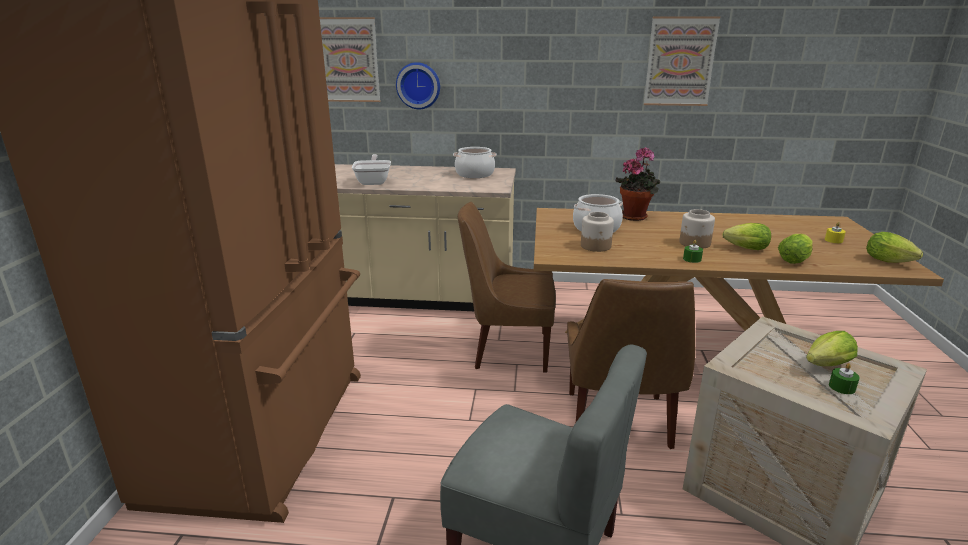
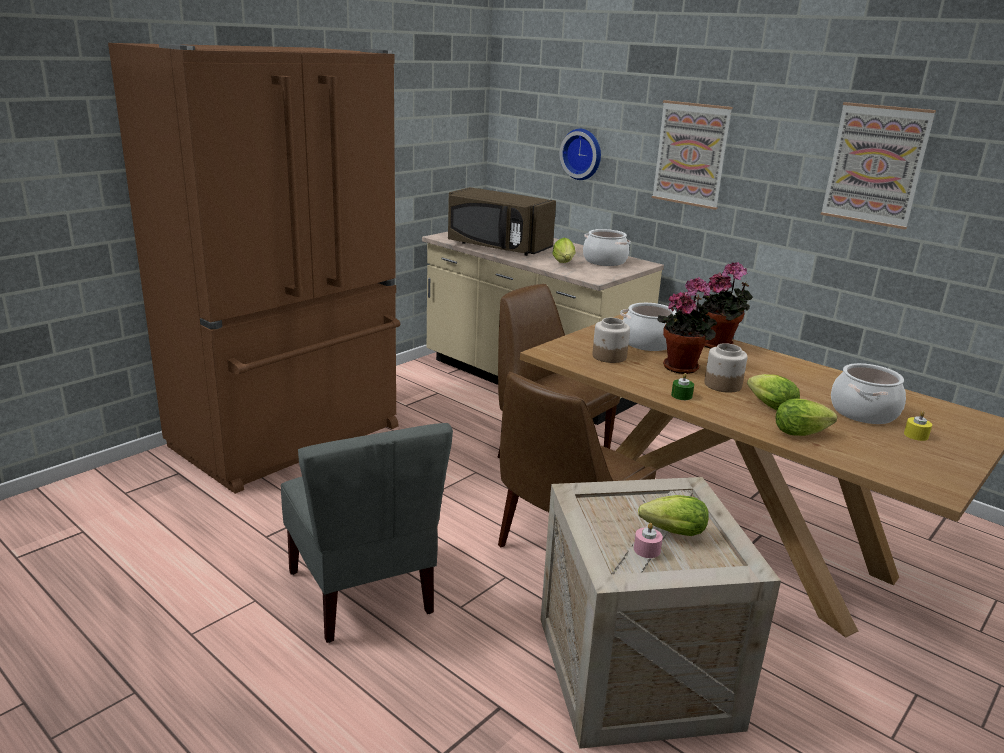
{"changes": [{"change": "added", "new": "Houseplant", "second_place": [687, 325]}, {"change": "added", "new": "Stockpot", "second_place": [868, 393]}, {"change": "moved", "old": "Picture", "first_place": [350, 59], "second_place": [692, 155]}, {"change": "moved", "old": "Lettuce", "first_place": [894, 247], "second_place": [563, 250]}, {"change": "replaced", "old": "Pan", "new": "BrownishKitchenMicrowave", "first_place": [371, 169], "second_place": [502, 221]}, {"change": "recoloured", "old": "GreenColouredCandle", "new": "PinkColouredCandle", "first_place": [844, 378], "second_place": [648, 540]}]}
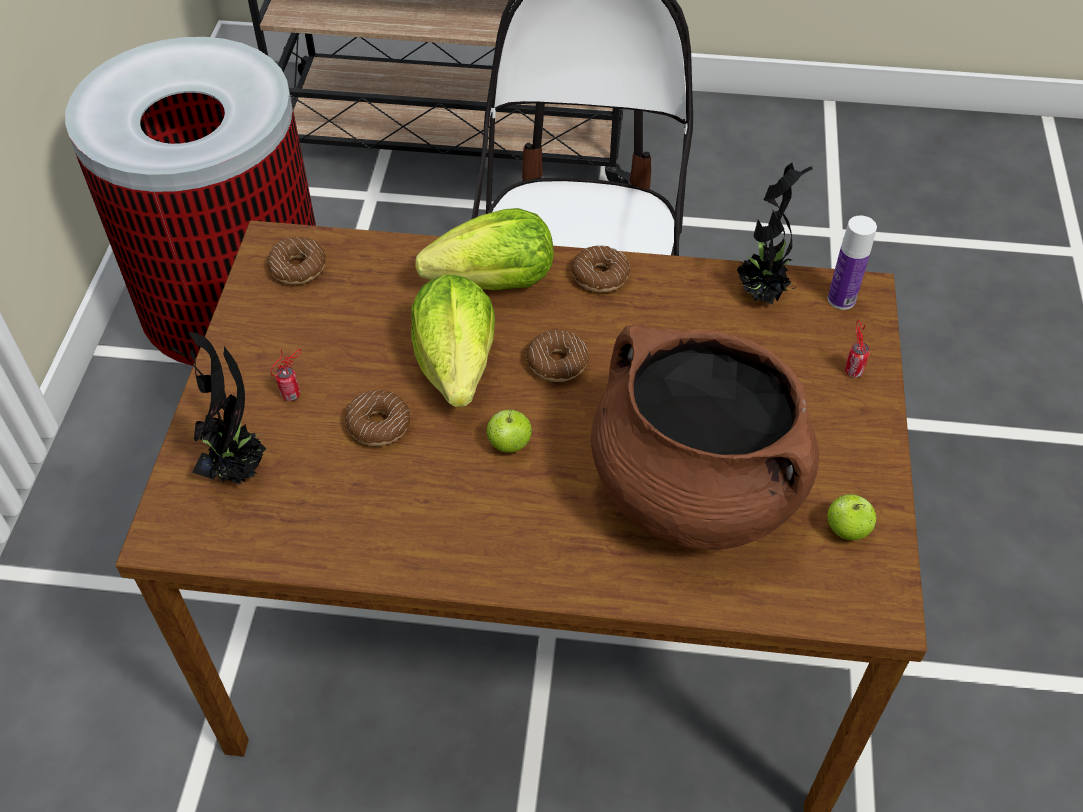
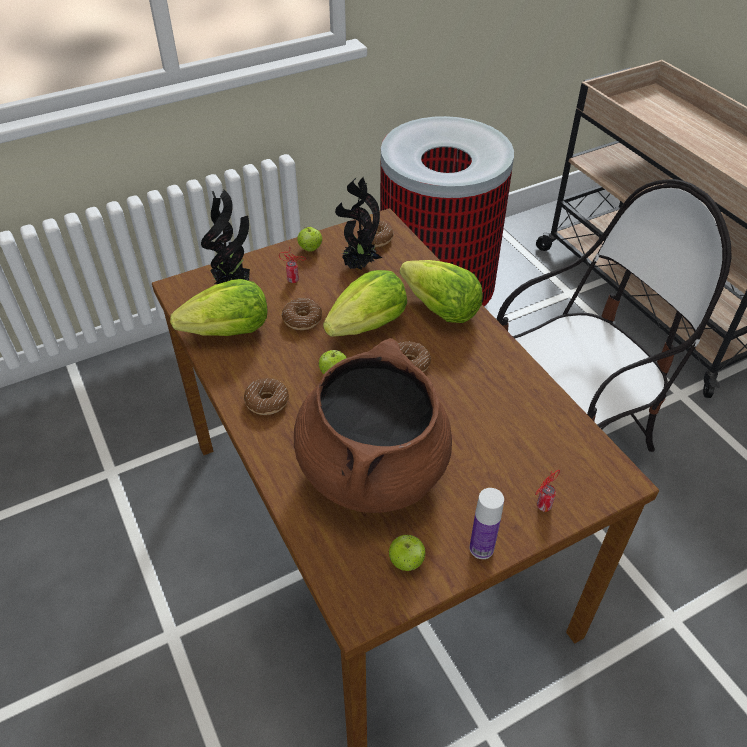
{"changes": [{"change": "added", "new": "Lettuce", "second_place": [218, 307]}, {"change": "added", "new": "Apple", "second_place": [309, 239]}, {"change": "moved", "old": "RingDoughnut", "first_place": [600, 269], "second_place": [266, 396]}, {"change": "moved", "old": "Houseplant", "first_place": [775, 233], "second_place": [358, 223]}, {"change": "moved", "old": "DrinkBottle", "first_place": [852, 263], "second_place": [486, 523]}]}
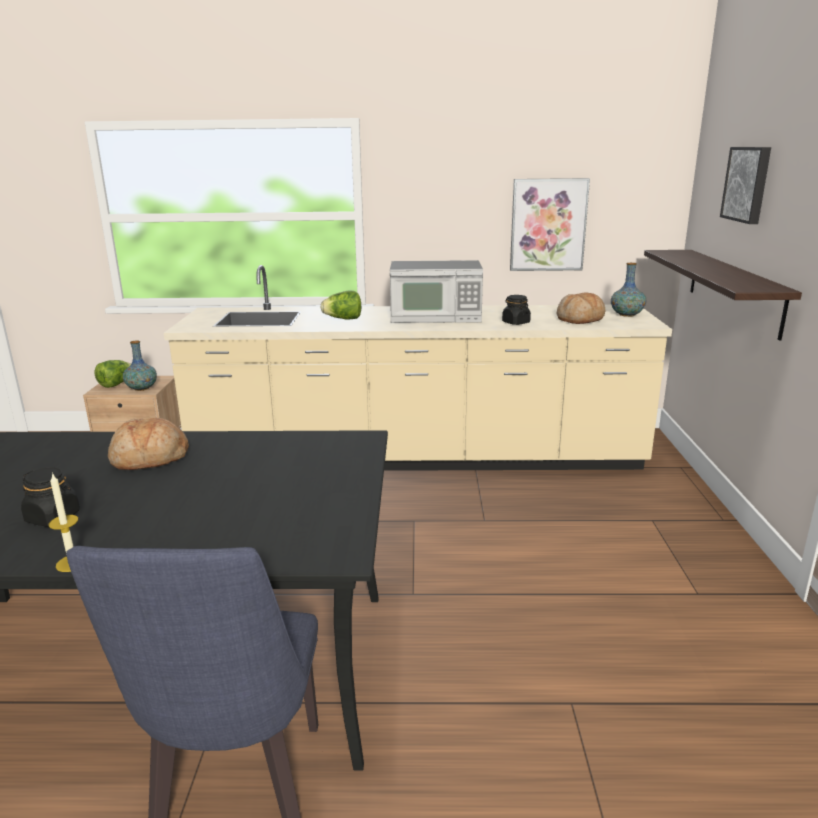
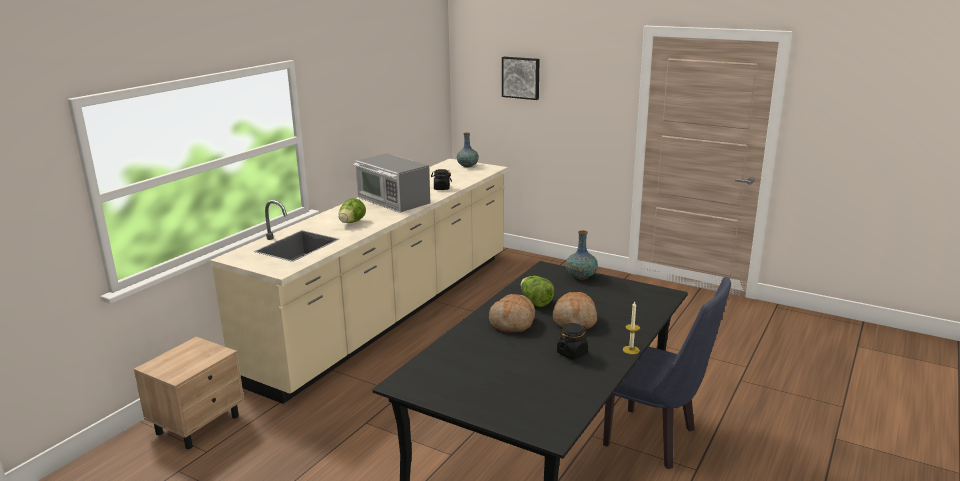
{"changes": [{"change": "removed", "old": "Picture", "first_place": [550, 224]}, {"change": "removed", "old": "Shelf", "first_place": [723, 295]}, {"change": "moved", "old": "Lettuce", "first_place": [112, 374], "second_place": [538, 291]}, {"change": "moved", "old": "DecorativeVase", "first_place": [140, 366], "second_place": [582, 255]}, {"change": "moved", "old": "Bread", "first_place": [580, 308], "second_place": [575, 310]}, {"change": "turned", "old": "KitchenMicrowave", "first_place": [436, 291], "second_place": [391, 183], "degrees": 105}]}
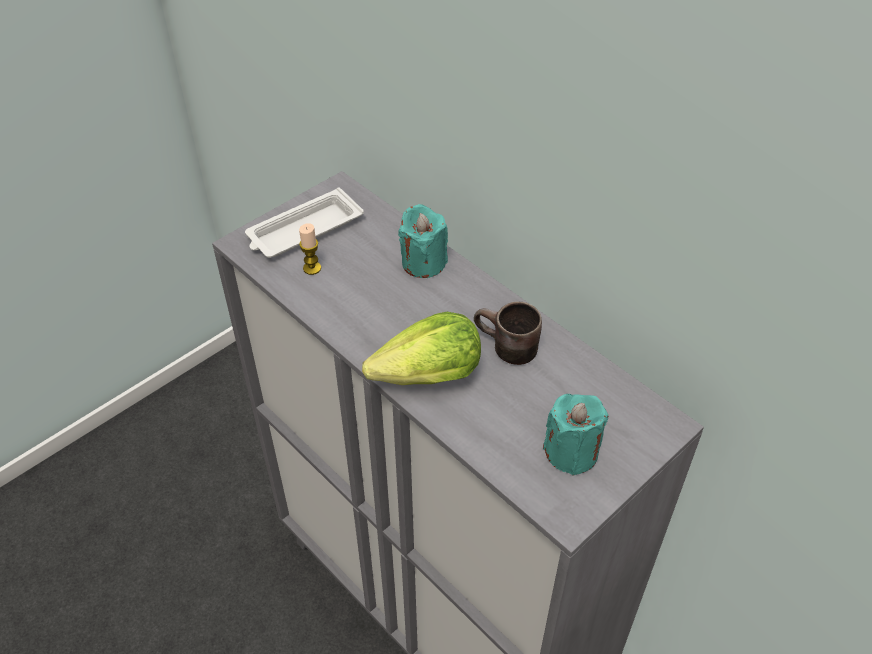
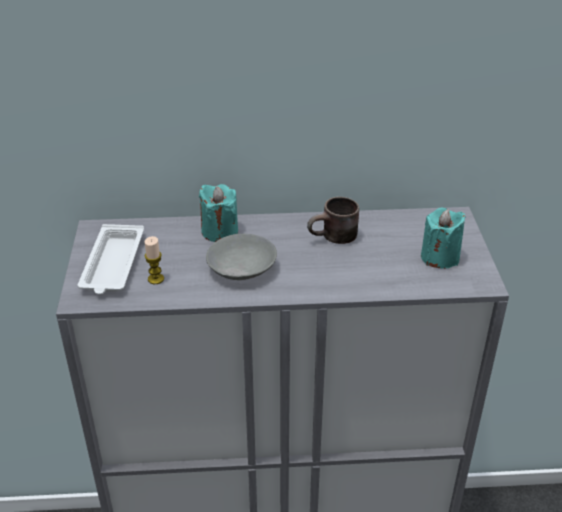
{"changes": [{"change": "removed", "old": "Lettuce", "first_place": [421, 348]}, {"change": "added", "new": "GreyDeepDish", "second_place": [241, 257]}]}
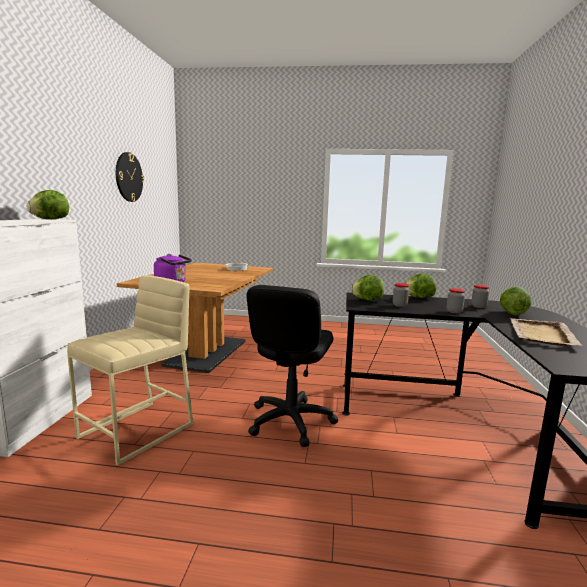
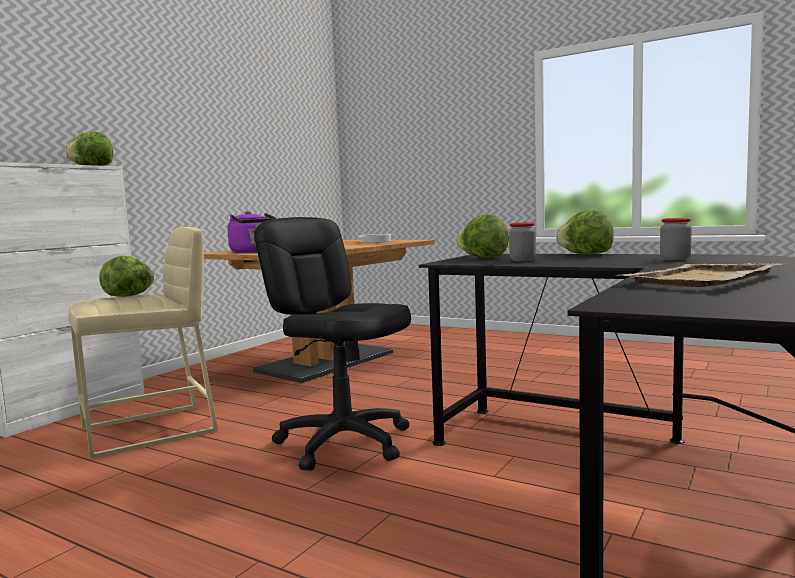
{"changes": [{"change": "removed", "old": "WallClock", "first_place": [130, 177]}, {"change": "removed", "old": "Jar", "first_place": [456, 300]}, {"change": "moved", "old": "Lettuce", "first_place": [516, 300], "second_place": [126, 276]}, {"change": "turned", "old": "BlackDeskChair", "first_place": [292, 366], "second_place": [332, 344], "degrees": 90}]}
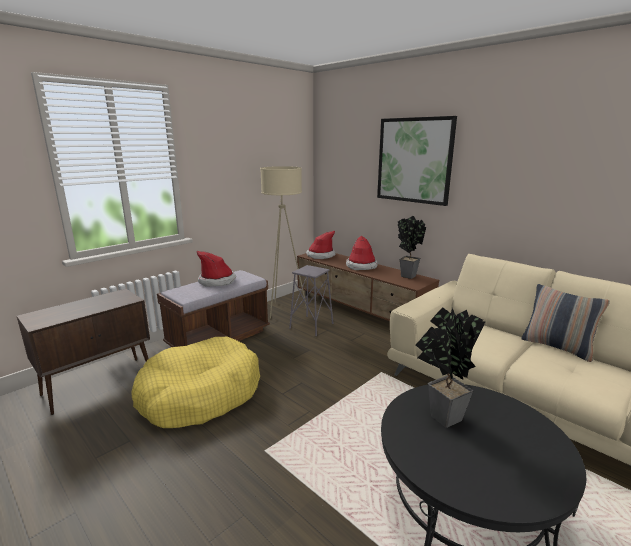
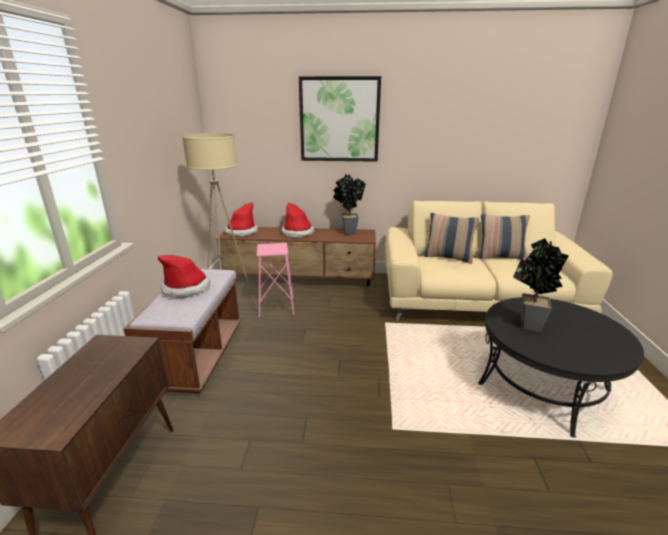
{"changes": [{"change": "removed", "old": "YellowishDogBed", "first_place": [195, 382]}, {"change": "added", "new": "ThrowPillow", "second_place": [451, 238]}, {"change": "recoloured", "old": "GreySittingStool", "new": "PinkColouredSittingStool", "first_place": [311, 300], "second_place": [275, 280]}]}
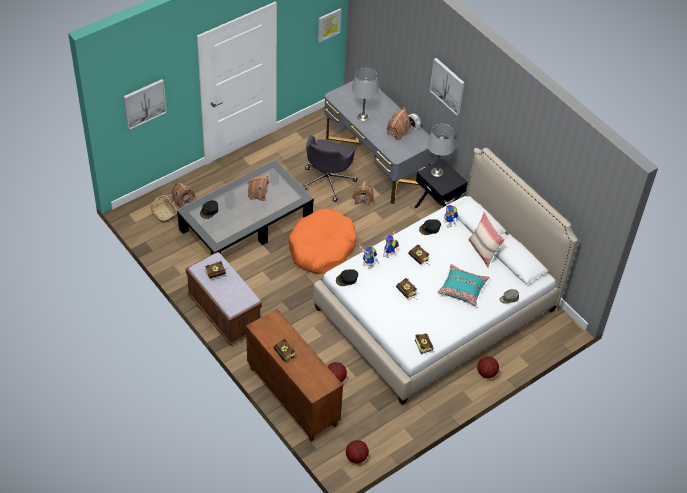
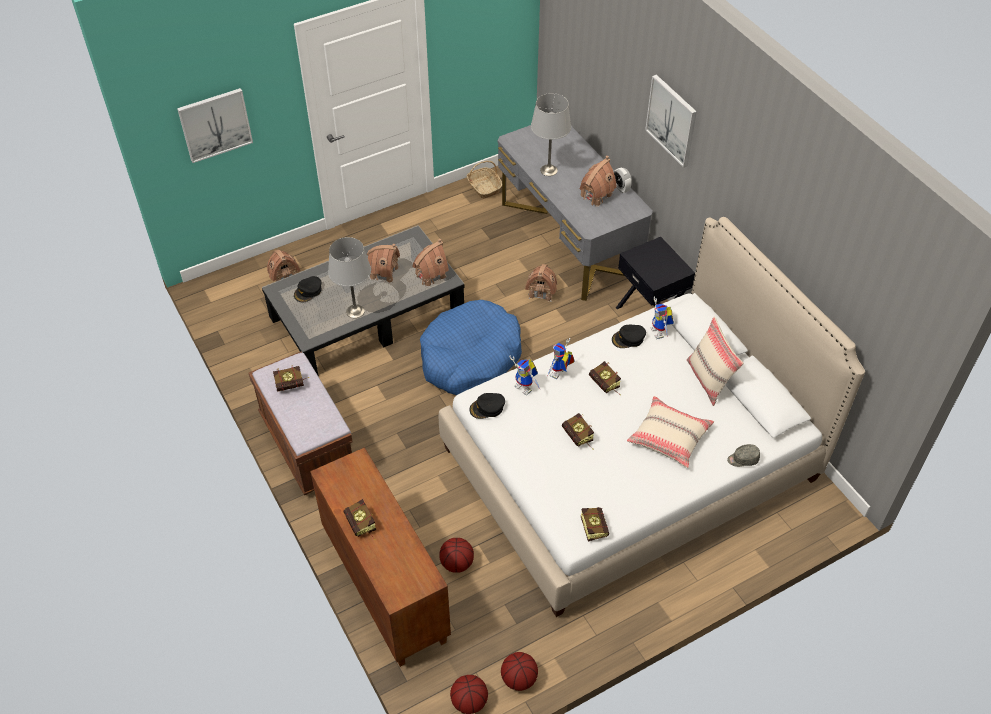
{"changes": [{"change": "removed", "old": "GreyDeskChair", "first_place": [330, 168]}, {"change": "removed", "old": "Picture", "first_place": [330, 25]}, {"change": "added", "new": "MiniatureHouse", "second_place": [431, 263]}, {"change": "moved", "old": "StorageBasket", "first_place": [163, 209], "second_place": [484, 180]}, {"change": "moved", "old": "GreyTabletopLamp", "first_place": [441, 150], "second_place": [349, 277]}, {"change": "moved", "old": "BallForBasketball", "first_place": [488, 367], "second_place": [519, 671]}, {"change": "recoloured", "old": "OrangeDogBed", "new": "BlueDogBed", "first_place": [322, 241], "second_place": [471, 347]}, {"change": "recoloured", "old": "BlueGreenThrowPillow", "new": "BeigeThrowPillow", "first_place": [463, 285], "second_place": [670, 432]}]}
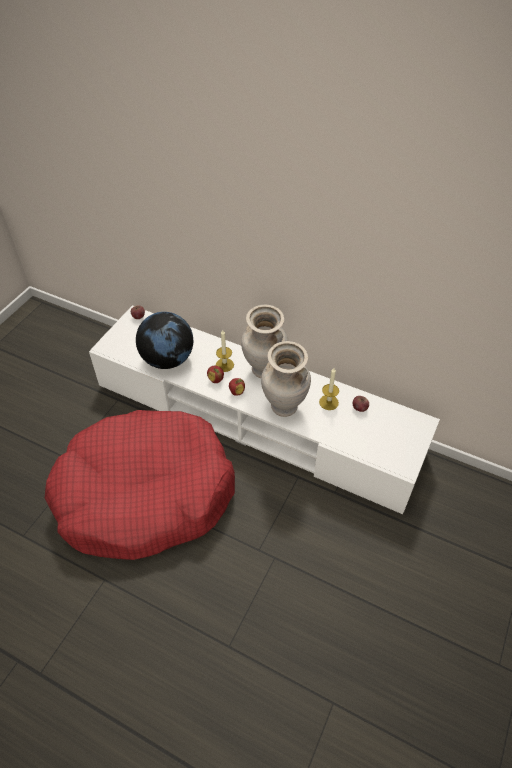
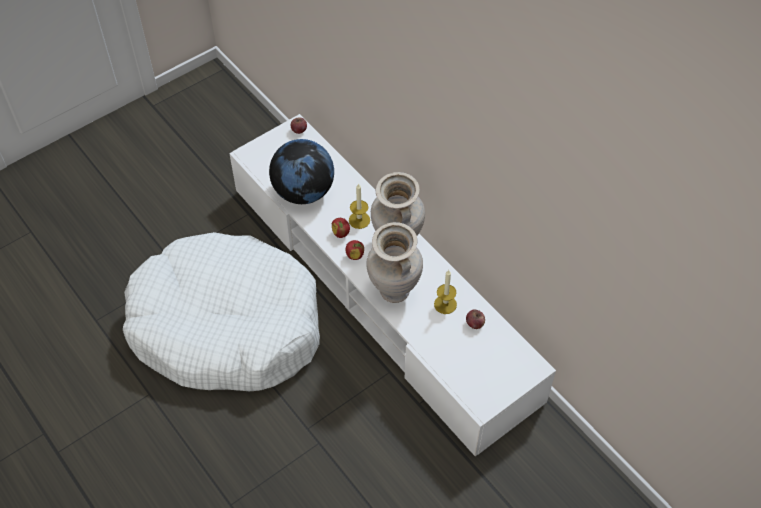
{"changes": [{"change": "recoloured", "old": "RedDogBed", "new": "WhiteDogBed", "first_place": [140, 485], "second_place": [221, 311]}]}
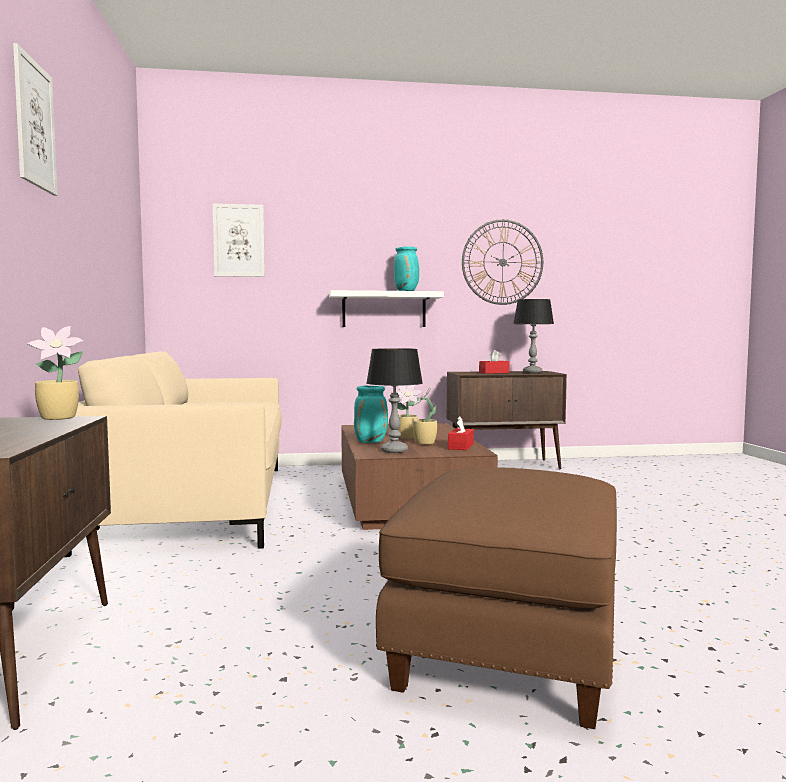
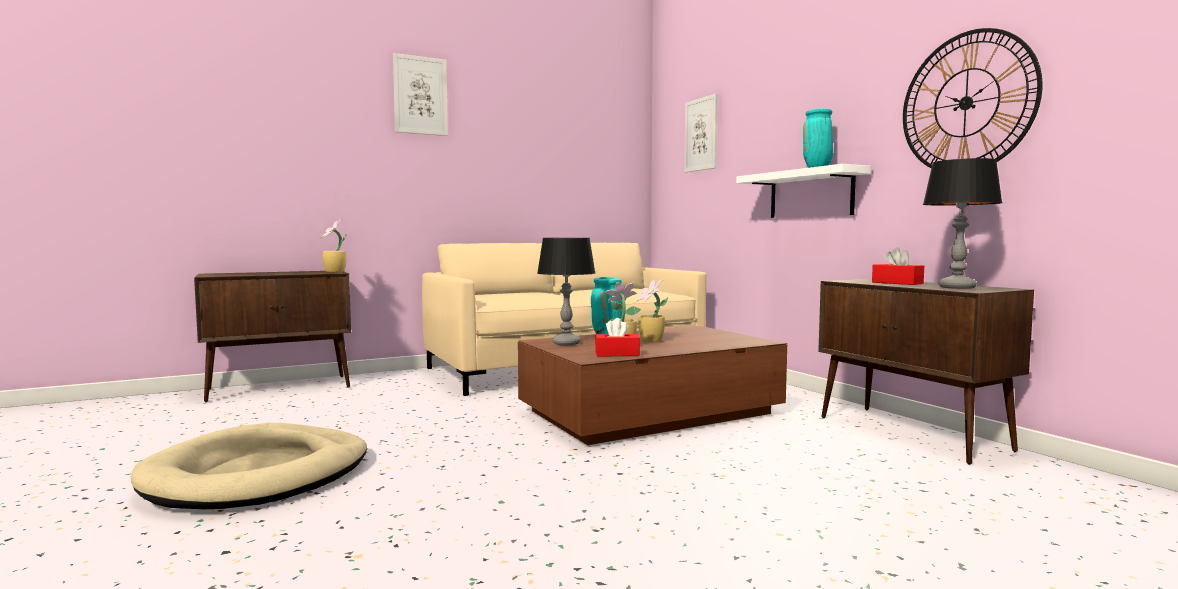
{"changes": [{"change": "replaced", "old": "BrownishFootrest", "new": "BeigeDogBed", "first_place": [496, 598], "second_place": [249, 466]}]}
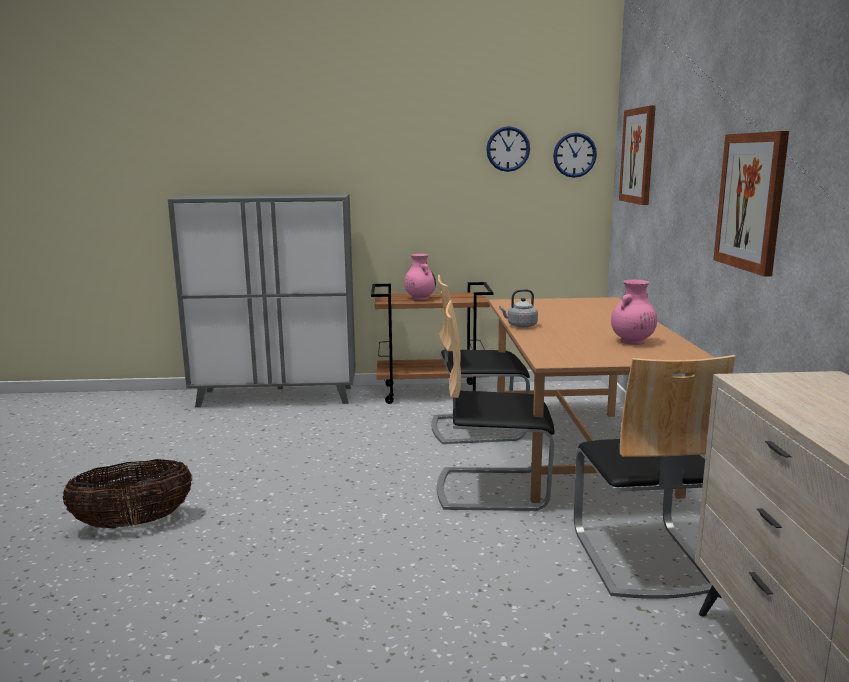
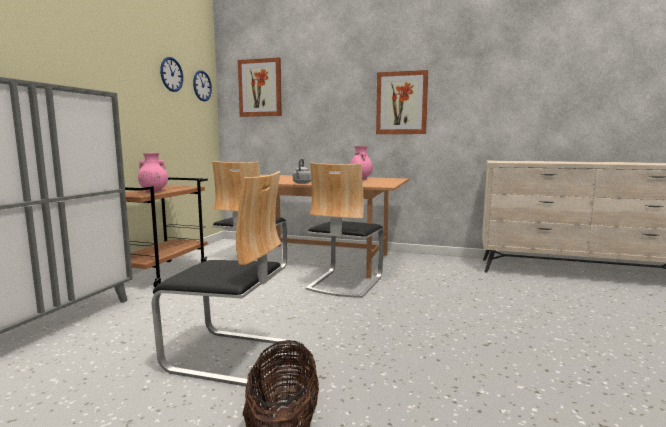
{"changes": [{"change": "moved", "old": "PlainChair", "first_place": [655, 477], "second_place": [221, 279]}]}
